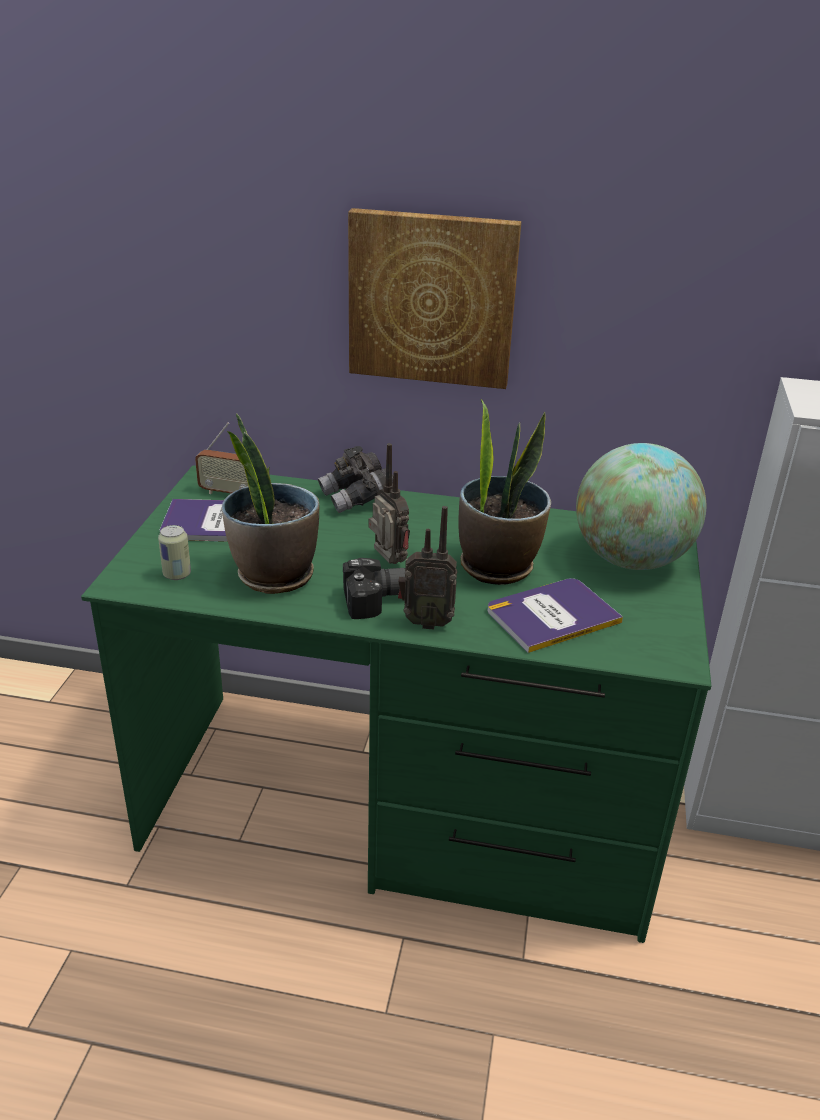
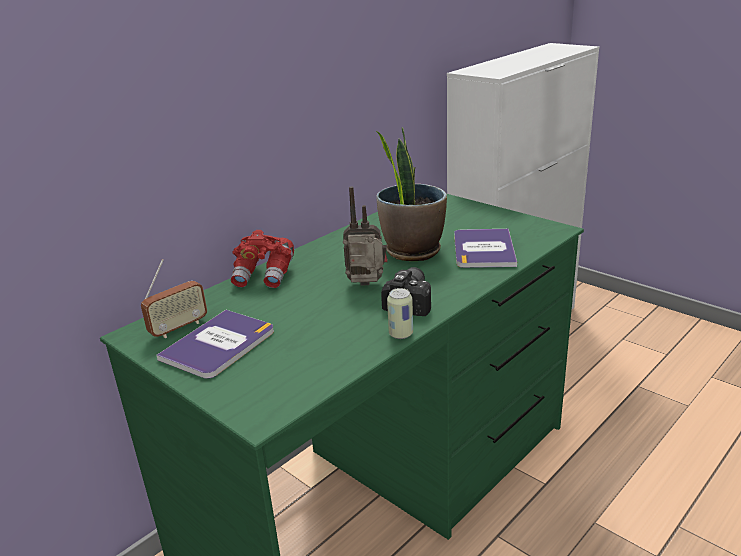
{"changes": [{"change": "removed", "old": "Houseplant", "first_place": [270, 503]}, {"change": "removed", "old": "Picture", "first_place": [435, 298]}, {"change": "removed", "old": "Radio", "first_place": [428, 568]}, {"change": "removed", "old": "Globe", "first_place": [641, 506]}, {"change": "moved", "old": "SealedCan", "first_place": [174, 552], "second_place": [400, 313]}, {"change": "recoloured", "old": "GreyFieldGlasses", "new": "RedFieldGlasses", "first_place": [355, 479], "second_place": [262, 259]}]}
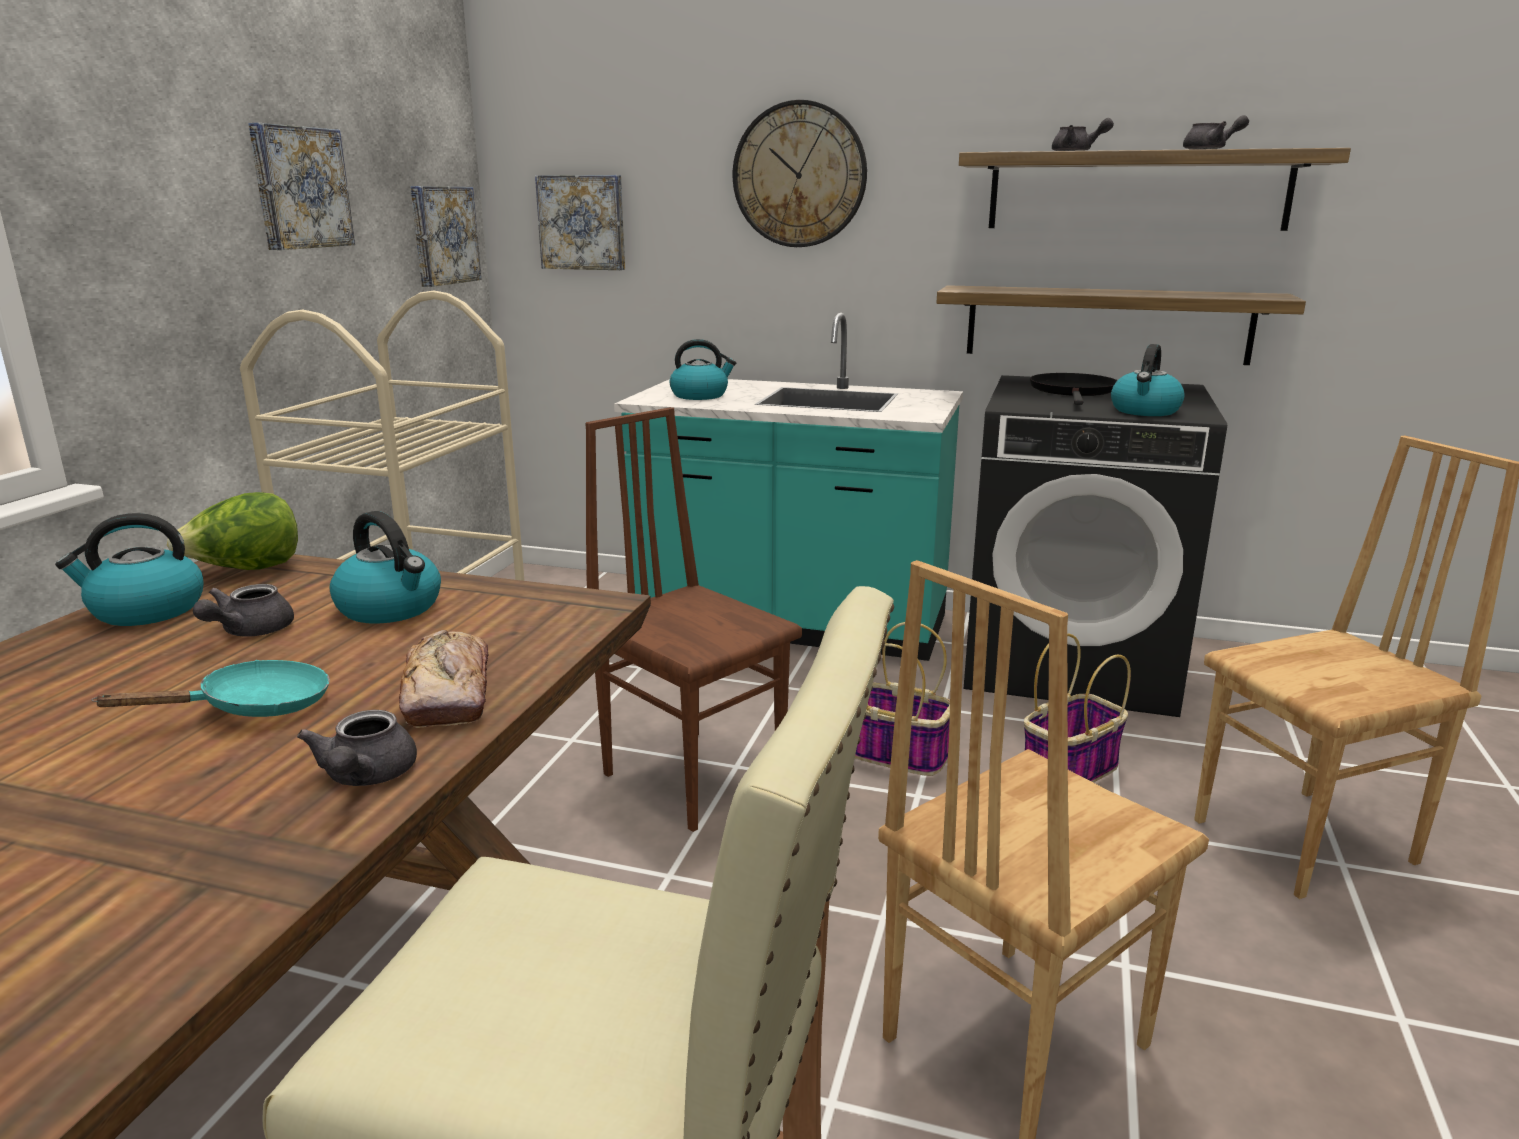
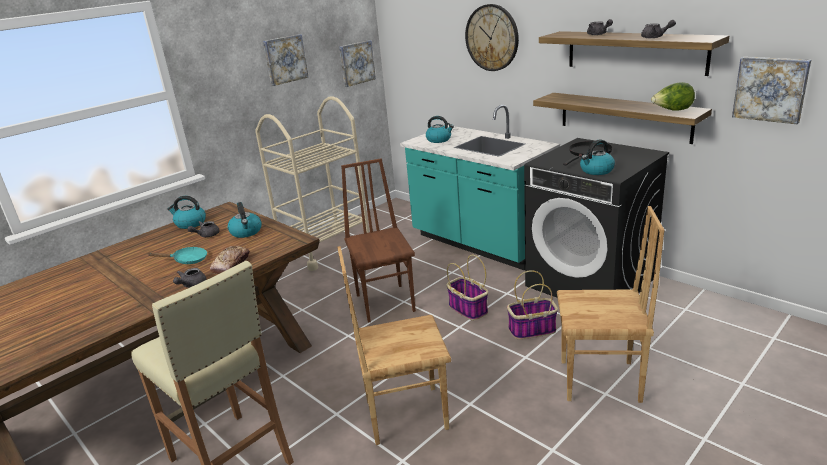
{"changes": [{"change": "moved", "old": "Lettuce", "first_place": [232, 531], "second_place": [673, 96]}, {"change": "moved", "old": "Picture", "first_place": [580, 222], "second_place": [771, 90]}]}
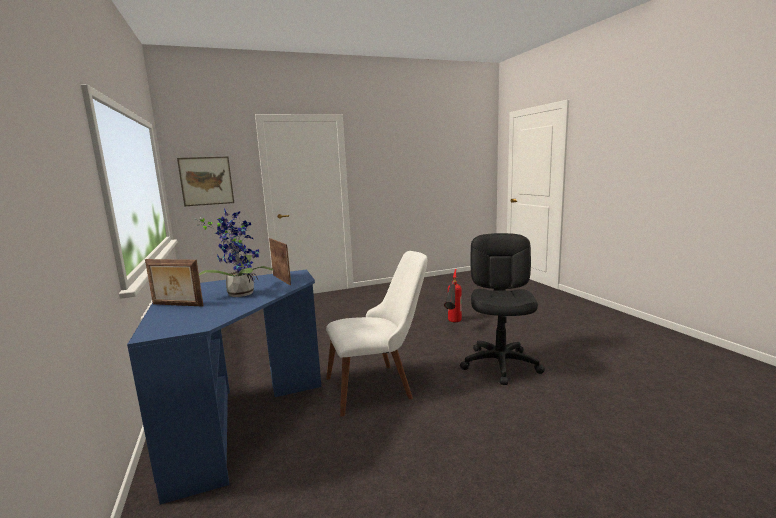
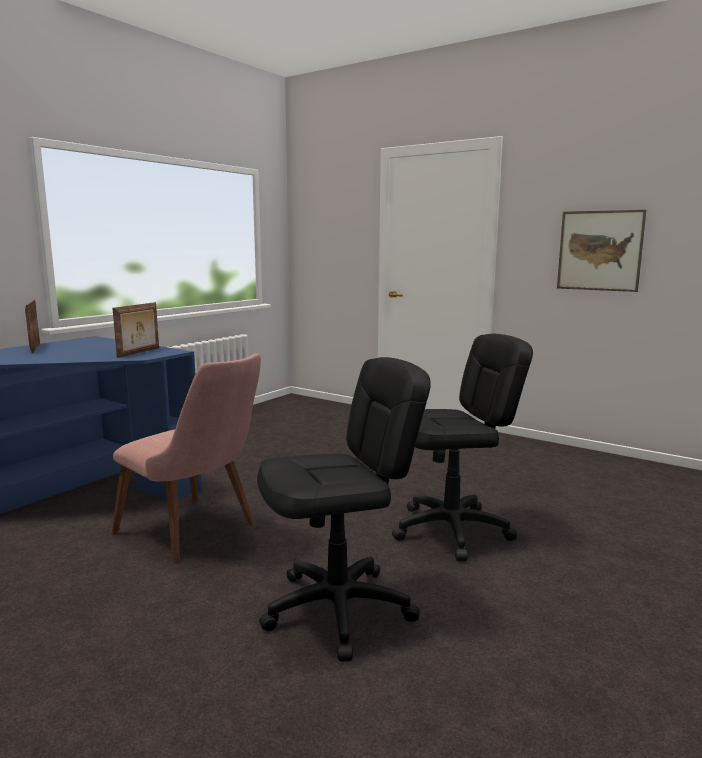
{"changes": [{"change": "removed", "old": "Houseplant", "first_place": [234, 253]}, {"change": "moved", "old": "Picture", "first_place": [205, 181], "second_place": [601, 251]}, {"change": "replaced", "old": "FireFightingCylinder", "new": "BlackDeskChair", "first_place": [453, 295], "second_place": [462, 447]}, {"change": "recoloured", "old": "WhitePlainChair", "new": "PinkColouredPlainChair", "first_place": [376, 334], "second_place": [186, 458]}]}
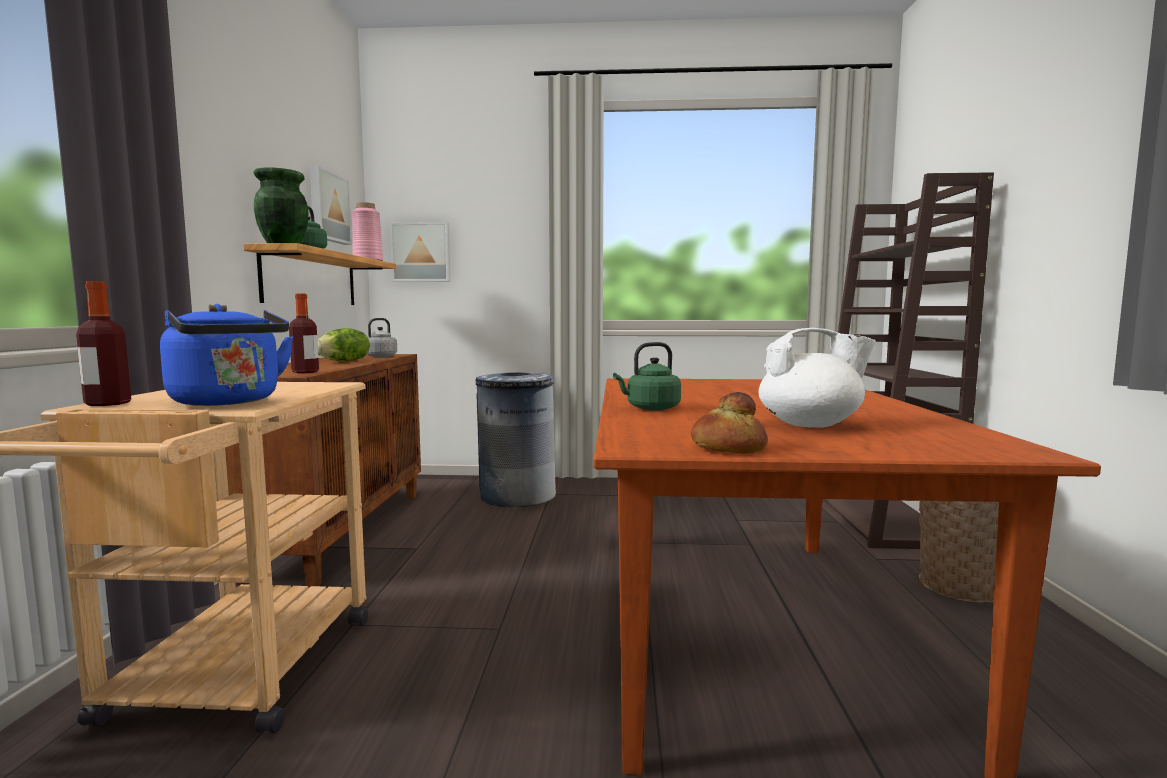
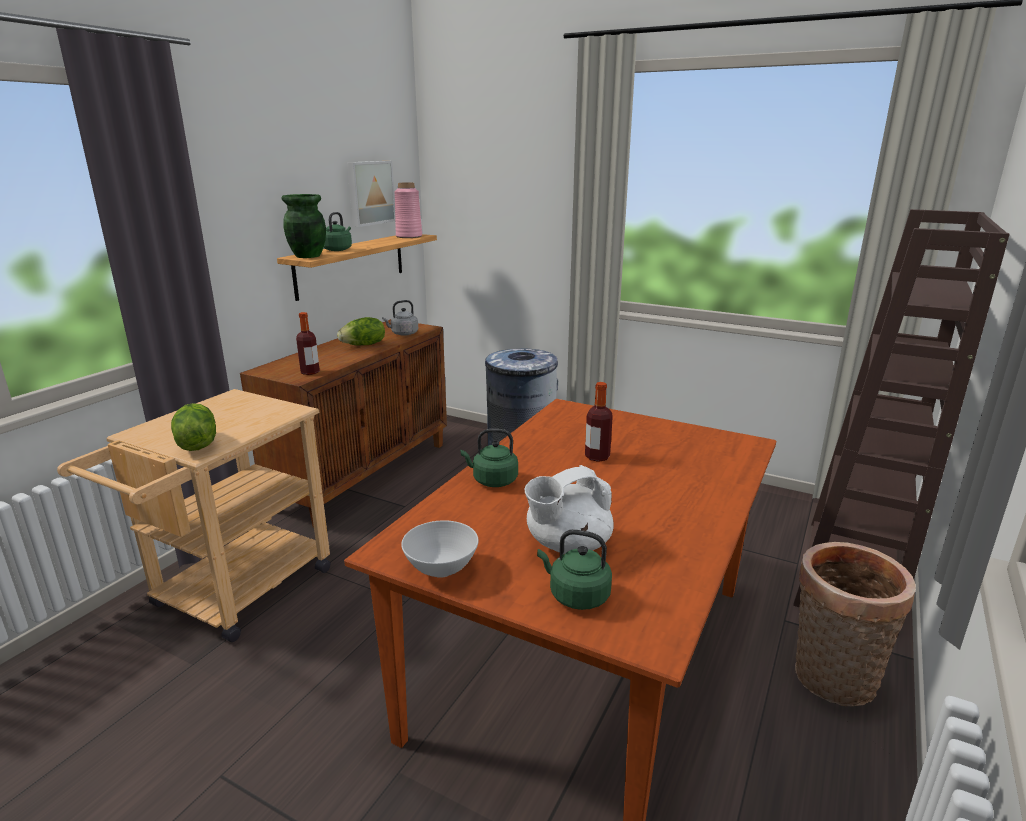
{"changes": [{"change": "removed", "old": "Picture", "first_place": [420, 252]}, {"change": "added", "new": "GreenColouredTeaKettle", "second_place": [574, 569]}, {"change": "moved", "old": "DrinkBottle", "first_place": [103, 343], "second_place": [599, 422]}, {"change": "replaced", "old": "BlueTeaKettle", "new": "Lettuce", "first_place": [227, 355], "second_place": [193, 427]}, {"change": "replaced", "old": "Bread", "new": "WhiteDeepDish", "first_place": [729, 422], "second_place": [439, 549]}, {"change": "turned", "old": "WhiteTeapot", "first_place": [817, 378], "second_place": [569, 509], "degrees": 120}]}
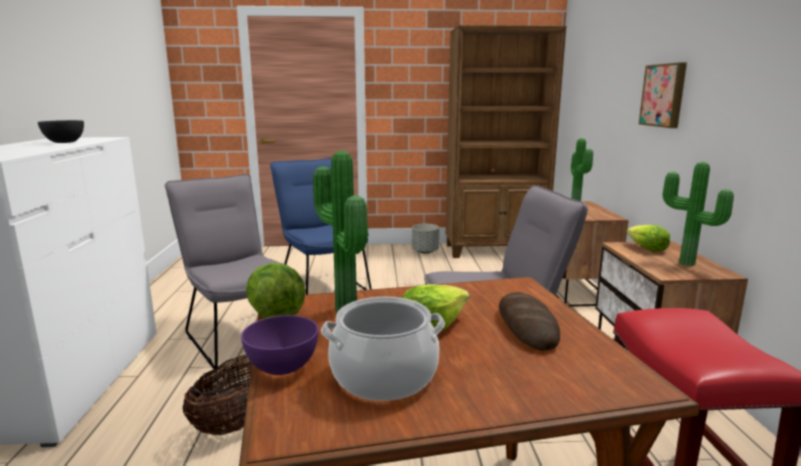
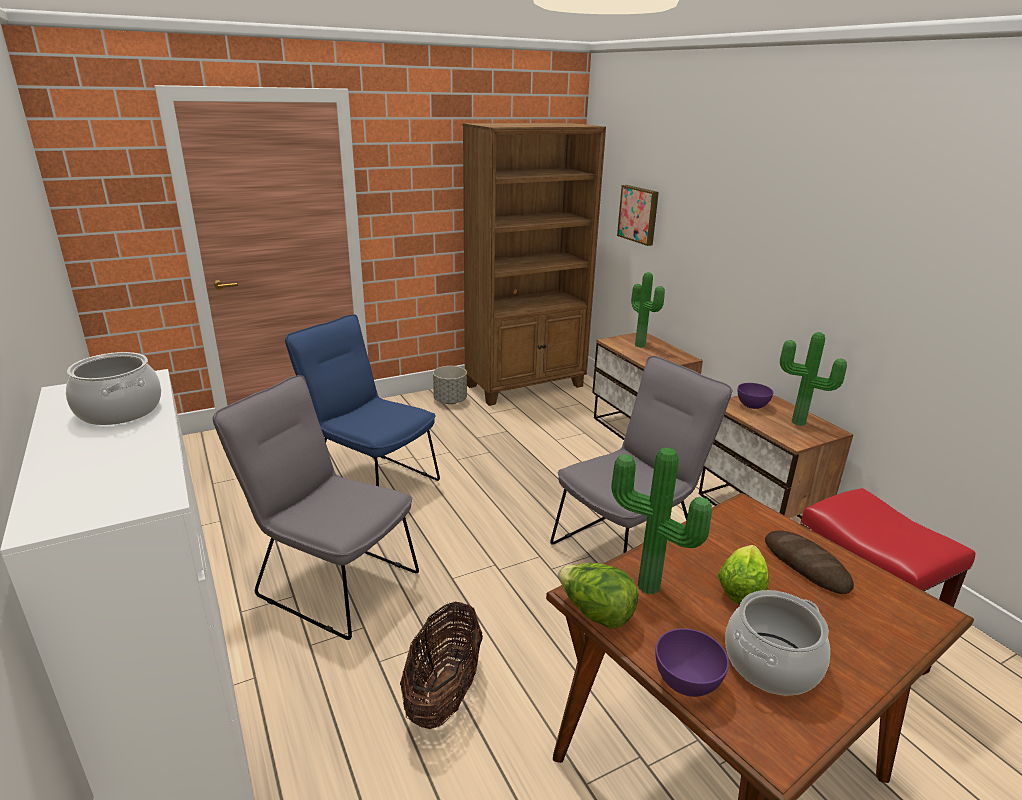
{"changes": [{"change": "moved", "old": "Picture", "first_place": [663, 95], "second_place": [638, 215]}, {"change": "replaced", "old": "GreyDeepDish", "new": "Stockpot", "first_place": [61, 131], "second_place": [113, 388]}, {"change": "replaced", "old": "Lettuce", "new": "PurpleDeepDish", "first_place": [648, 238], "second_place": [755, 396]}]}
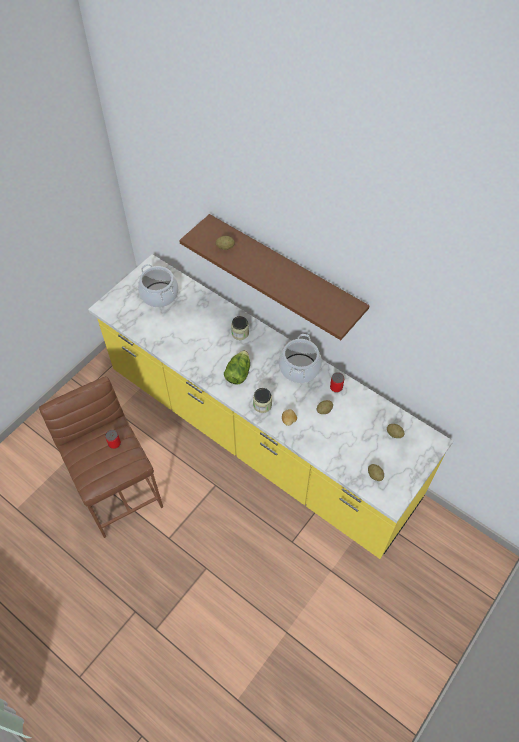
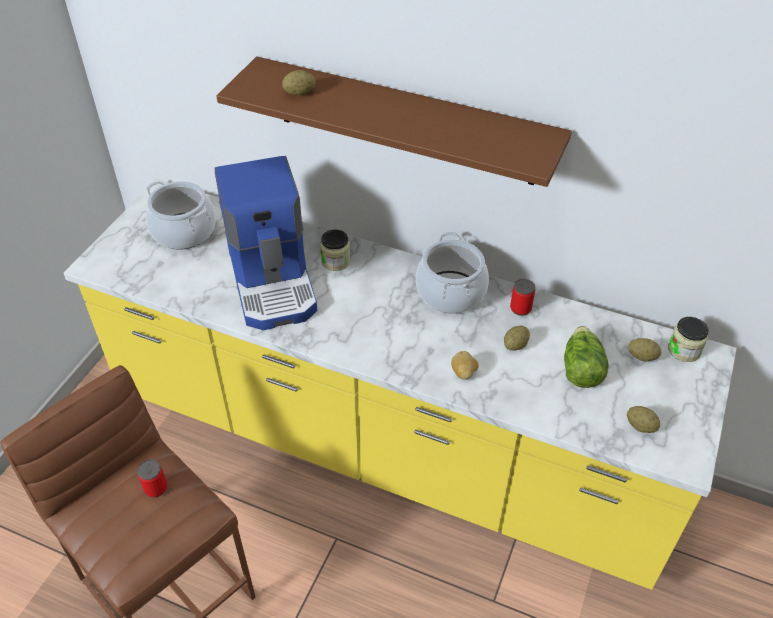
{"changes": [{"change": "added", "new": "CoffeeMachine", "second_place": [265, 243]}, {"change": "moved", "old": "Lettuce", "first_place": [237, 367], "second_place": [586, 357]}, {"change": "moved", "old": "Jar", "first_place": [262, 400], "second_place": [688, 339]}]}
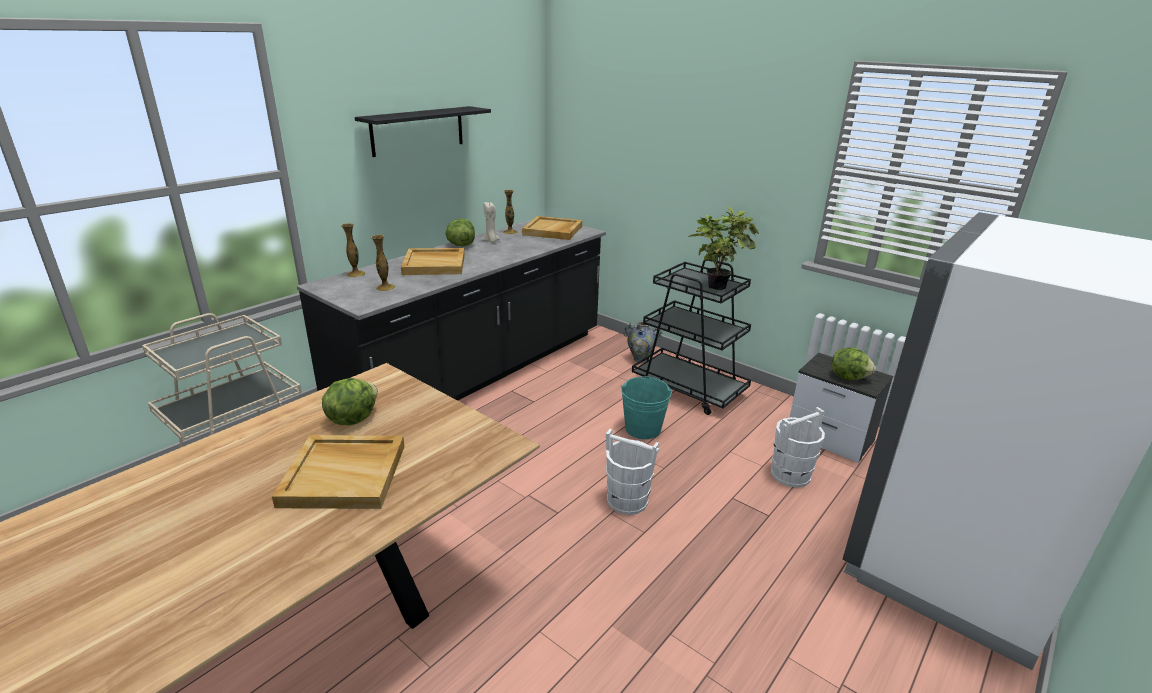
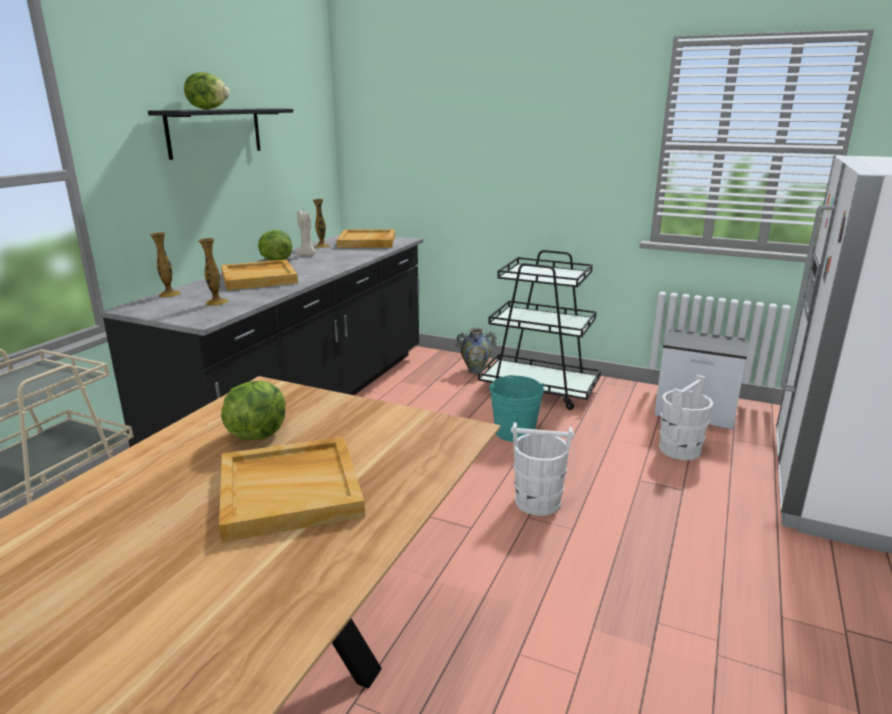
{"changes": [{"change": "removed", "old": "Houseplant", "first_place": [723, 248]}, {"change": "moved", "old": "Lettuce", "first_place": [854, 363], "second_place": [207, 90]}]}
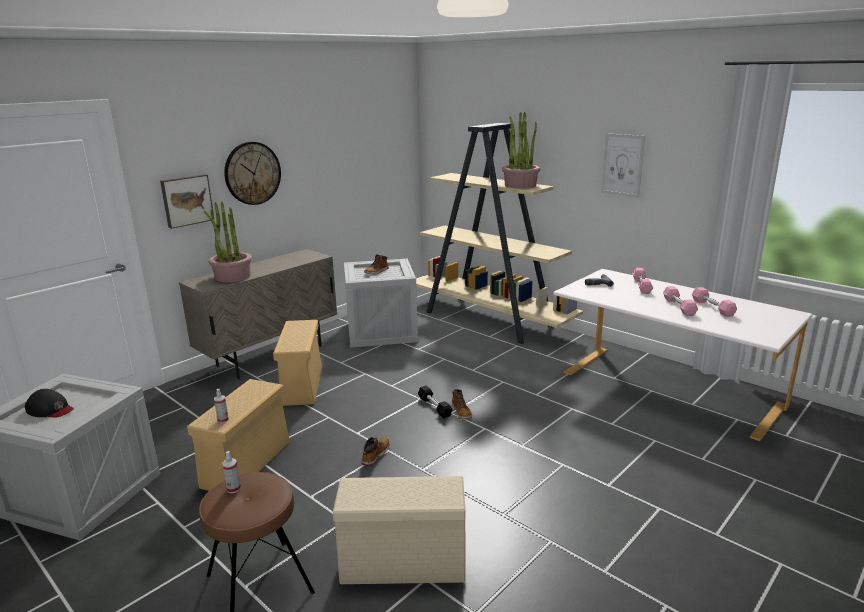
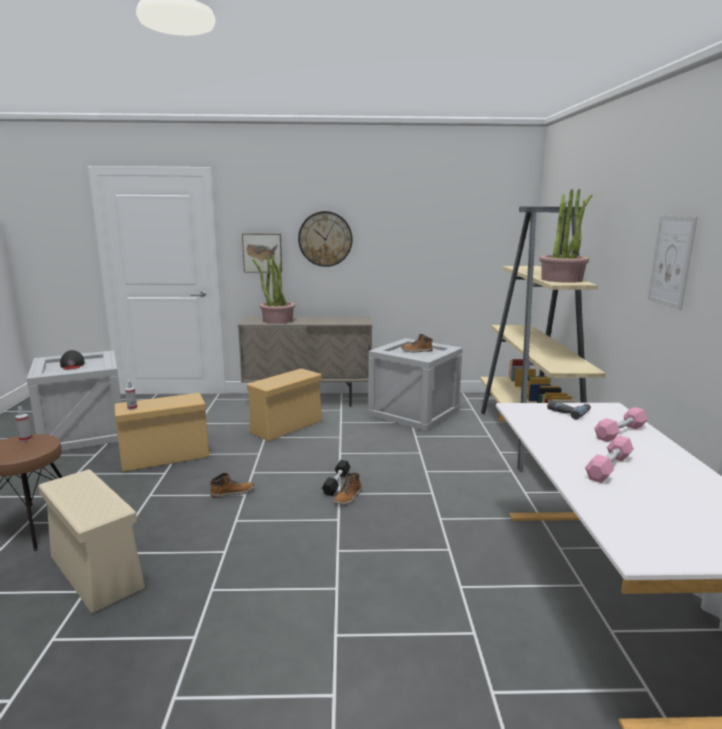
{"changes": [{"change": "removed", "old": "PinkColouredDumbbell", "first_place": [714, 302]}]}
